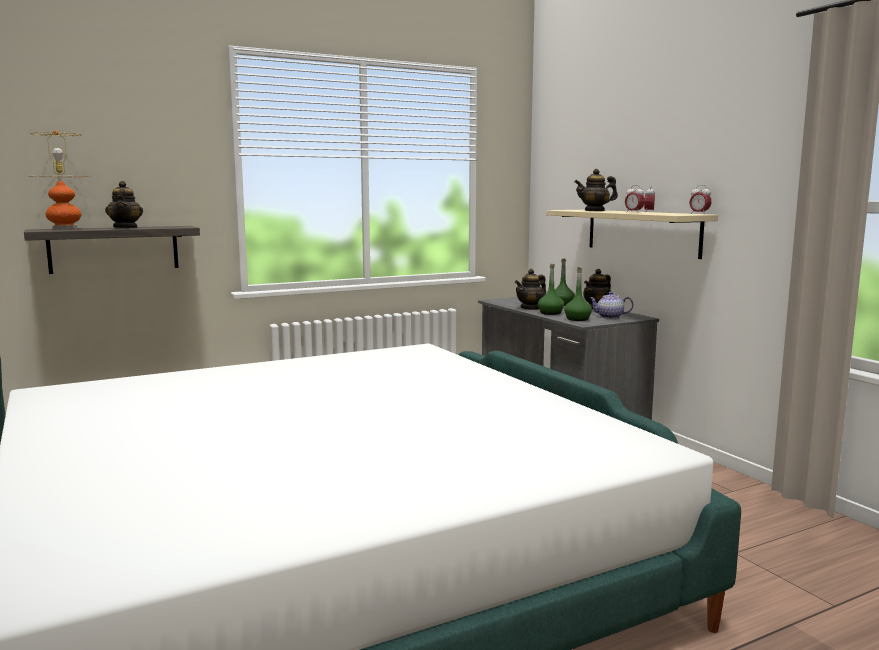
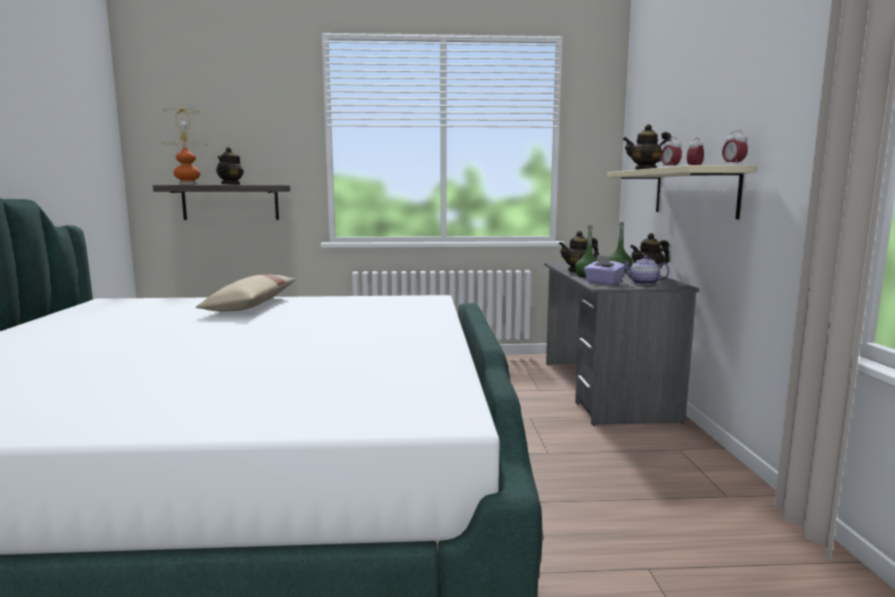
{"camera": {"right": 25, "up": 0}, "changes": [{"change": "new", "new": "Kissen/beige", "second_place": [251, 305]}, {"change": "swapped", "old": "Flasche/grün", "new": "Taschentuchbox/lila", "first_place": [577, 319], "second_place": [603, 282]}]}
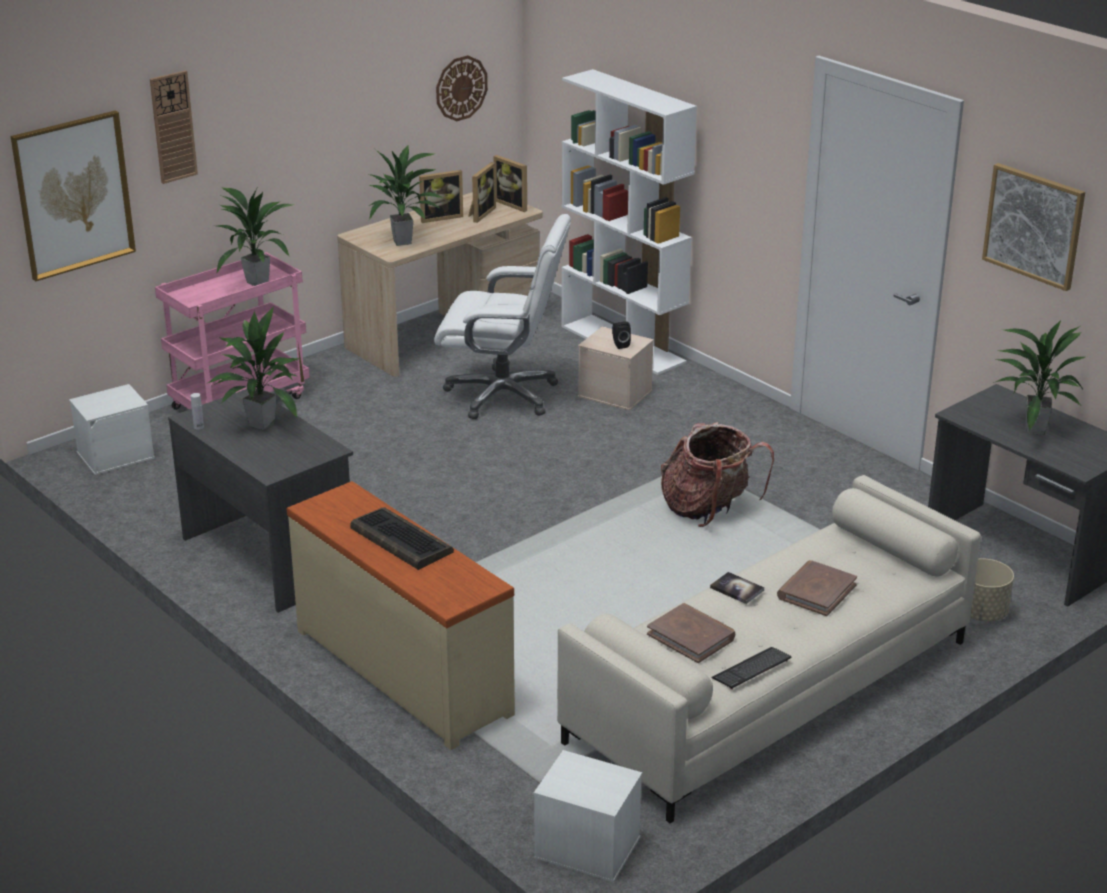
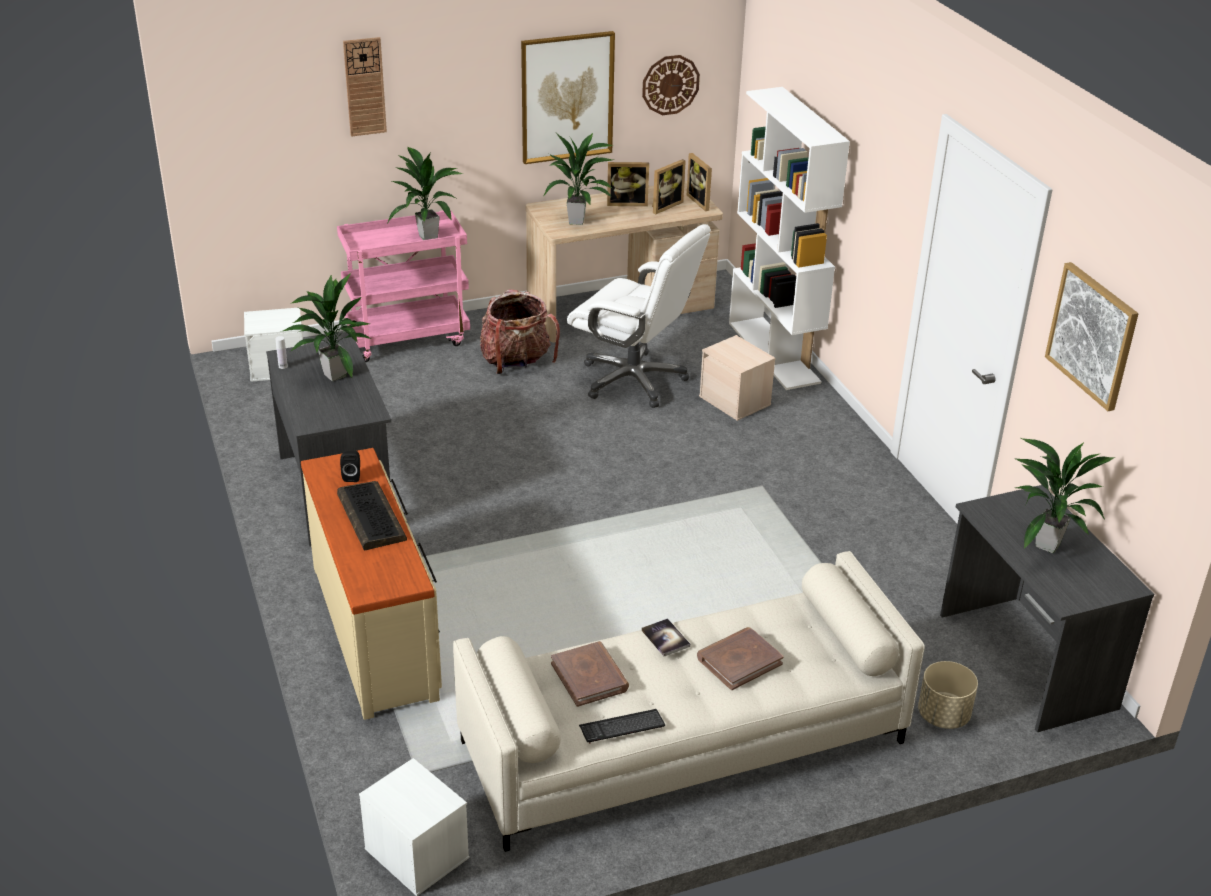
{"camera": {"right": 20, "up": 5}, "changes": [{"change": "shifted", "old": "Bild", "first_place": [73, 195], "second_place": [567, 97]}, {"change": "shifted", "old": "Lautsprecher/schwarz", "first_place": [620, 345], "second_place": [352, 476]}, {"change": "shifted", "old": "Rucksack", "first_place": [708, 510], "second_place": [517, 363]}]}
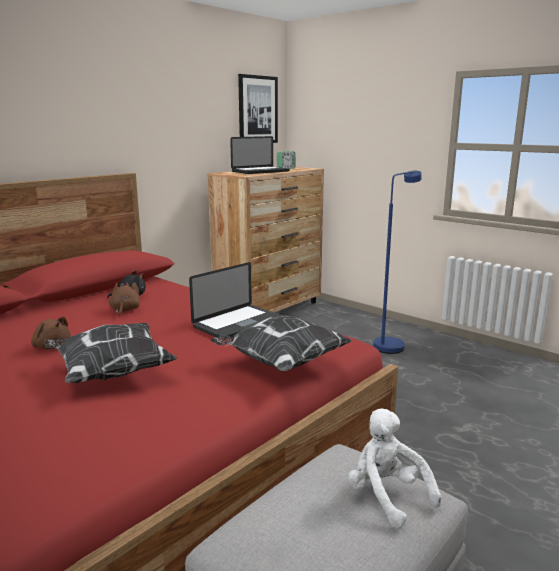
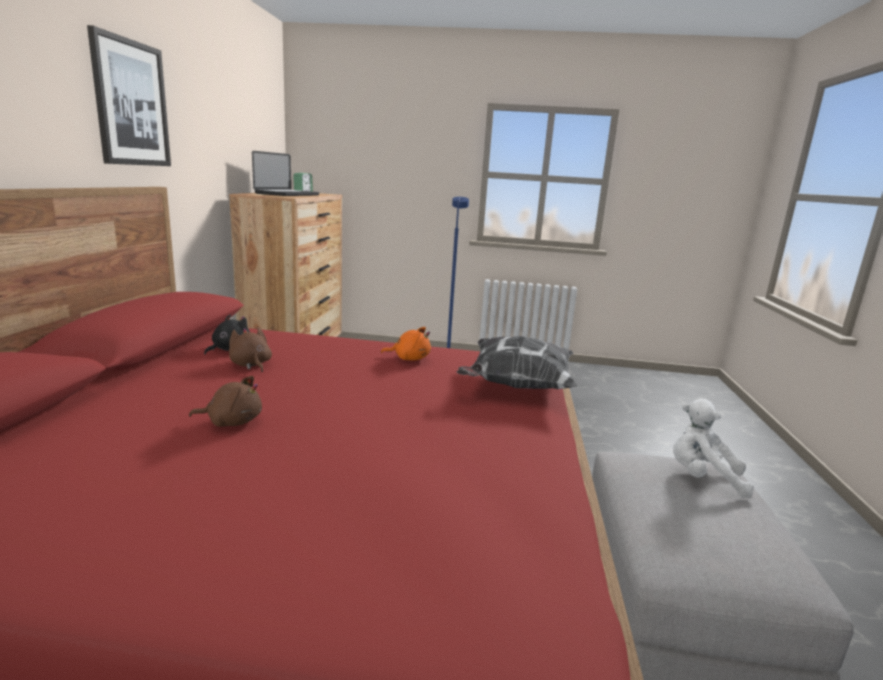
{"camera": {"right": -35, "up": 0}, "changes": [{"change": "gone", "old": "Kissen", "first_place": [111, 373]}, {"change": "shifted", "old": "Bild", "first_place": [257, 110], "second_place": [131, 103]}, {"change": "swapped", "old": "Laptop", "new": "Plüschtier/orange", "first_place": [237, 323], "second_place": [409, 358]}]}
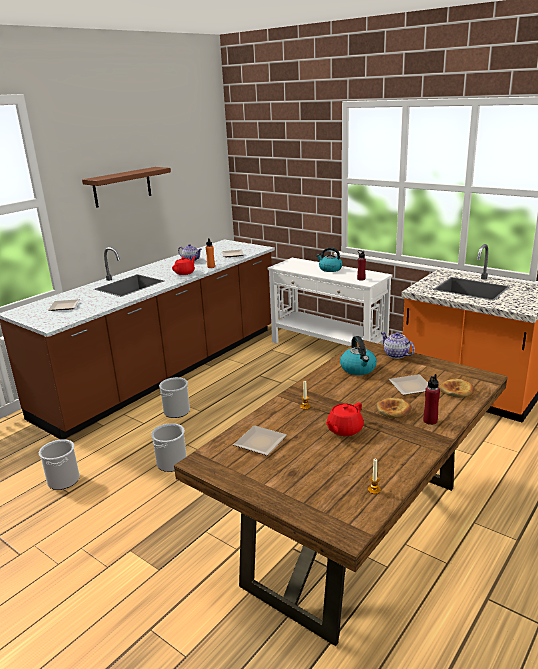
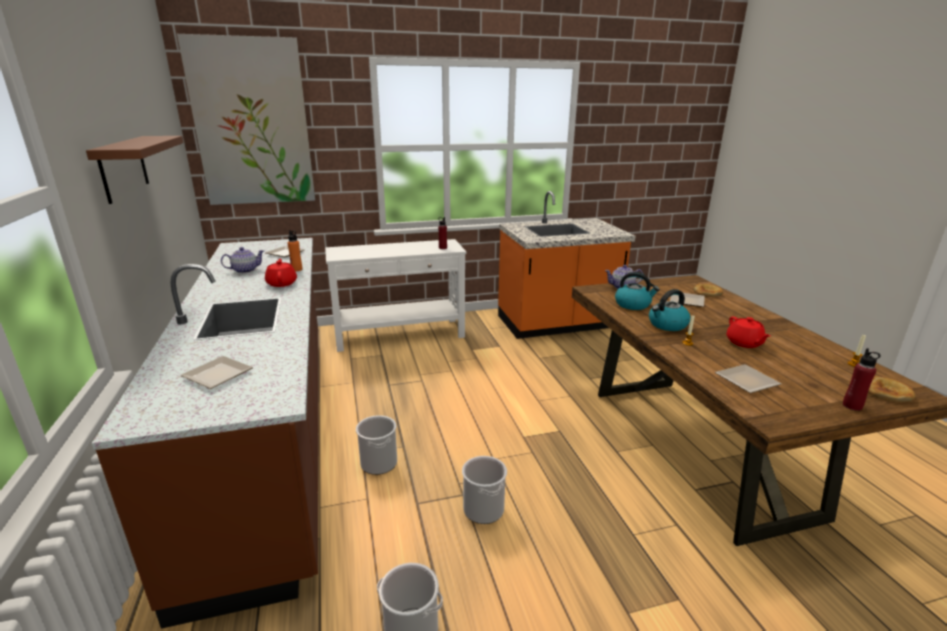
{"camera": {"right": -55, "up": 0}, "changes": [{"change": "new", "new": "Bild", "second_place": [252, 123]}, {"change": "shifted", "old": "Wasserkessel", "first_place": [330, 269], "second_place": [667, 325]}, {"change": "shifted", "old": "Brot", "first_place": [394, 410], "second_place": [887, 392]}, {"change": "shifted", "old": "Flasche/rot", "first_place": [430, 421], "second_place": [852, 406]}]}
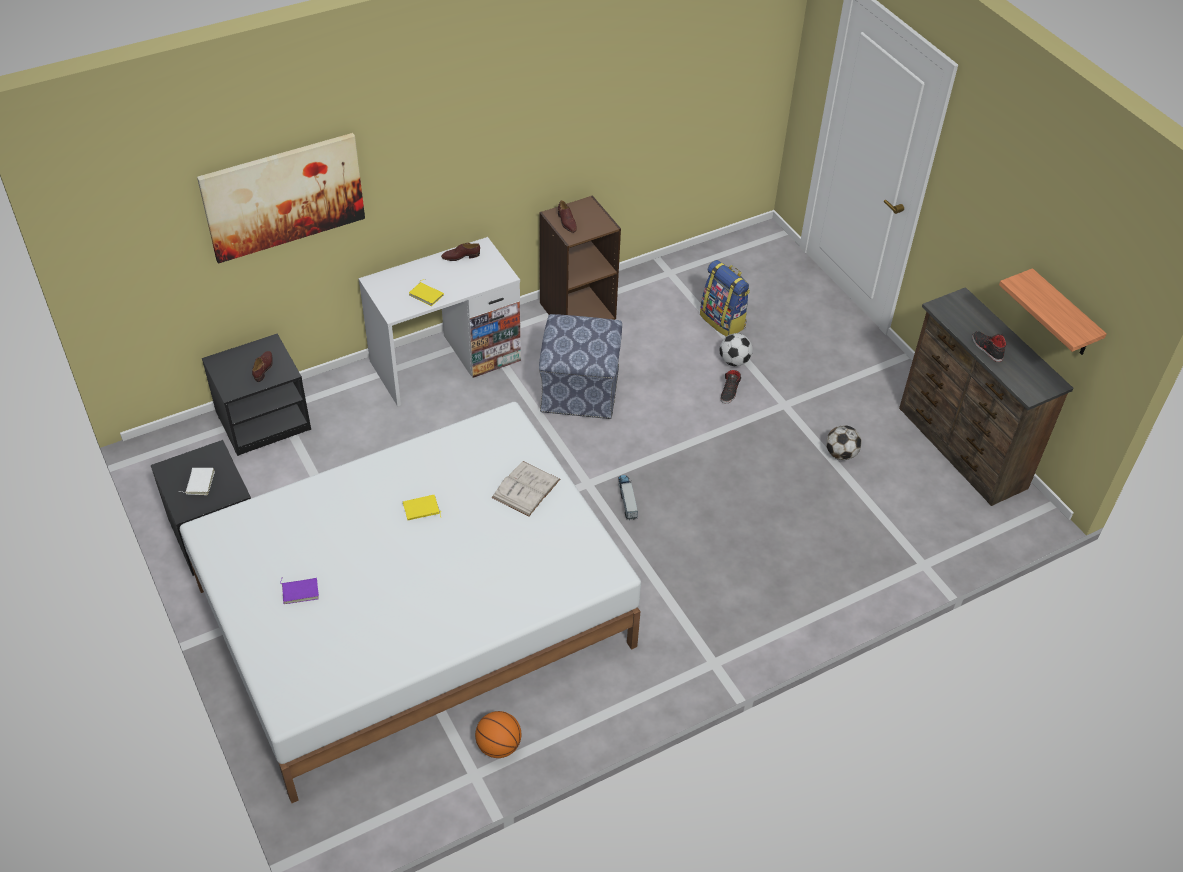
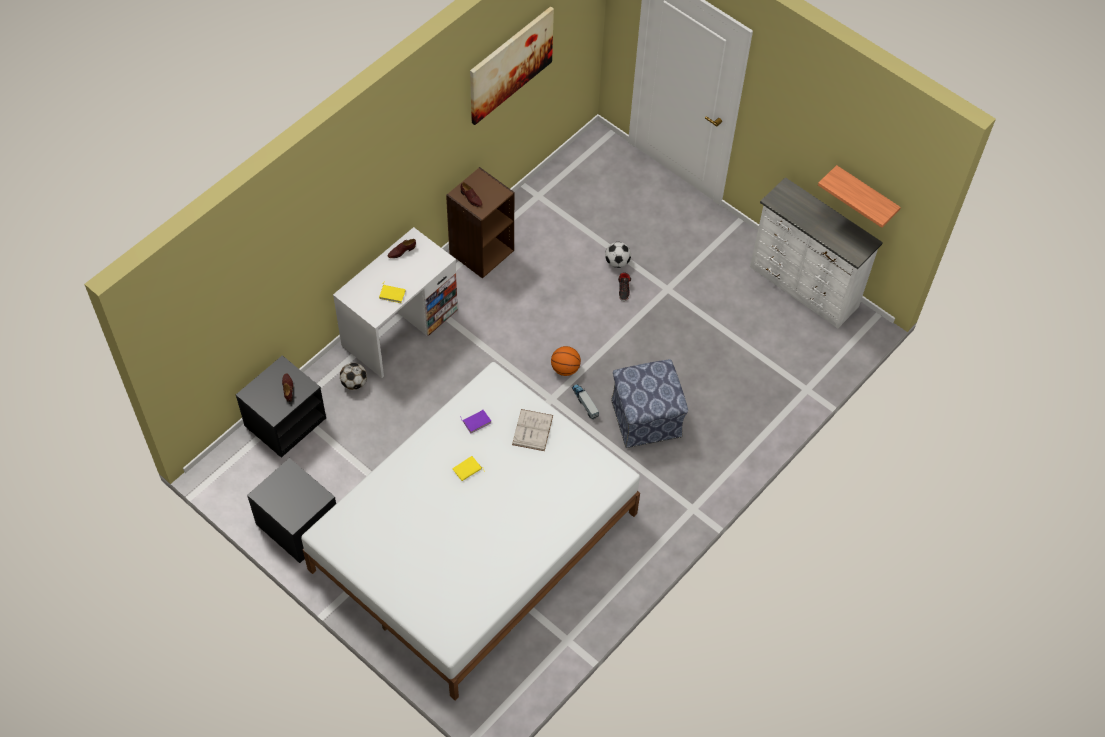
{"camera": {"right": -20, "up": 10}, "changes": [{"change": "gone", "old": "Buch/weiß", "first_place": [199, 482]}, {"change": "gone", "old": "Rucksack", "first_place": [723, 321]}, {"change": "gone", "old": "Schuh/schwarz", "first_place": [986, 348]}, {"change": "shifted", "old": "Bild", "first_place": [283, 196], "second_place": [510, 64]}, {"change": "shifted", "old": "Buch/lila", "first_place": [300, 591], "second_place": [476, 421]}, {"change": "shifted", "old": "Basketball", "first_place": [498, 746], "second_place": [565, 368]}, {"change": "shifted", "old": "Polsterhocker", "first_place": [579, 391], "second_place": [646, 419]}, {"change": "shifted", "old": "Fußball", "first_place": [840, 454], "second_place": [354, 383]}, {"change": "repainted", "old": "Kommode/braun", "new": "Kommode/weiß", "first_place": [960, 449], "second_place": [803, 288]}]}
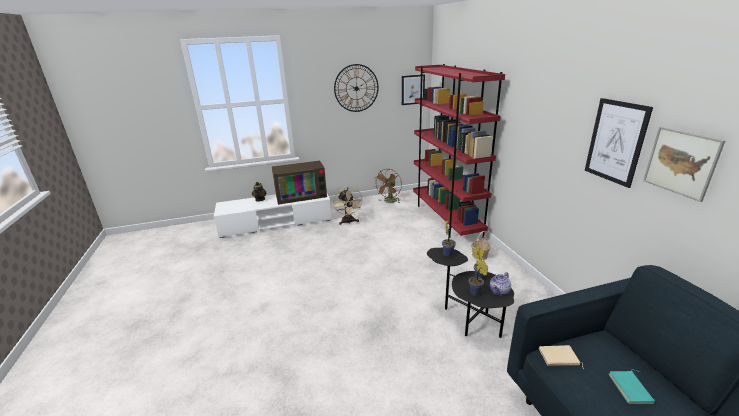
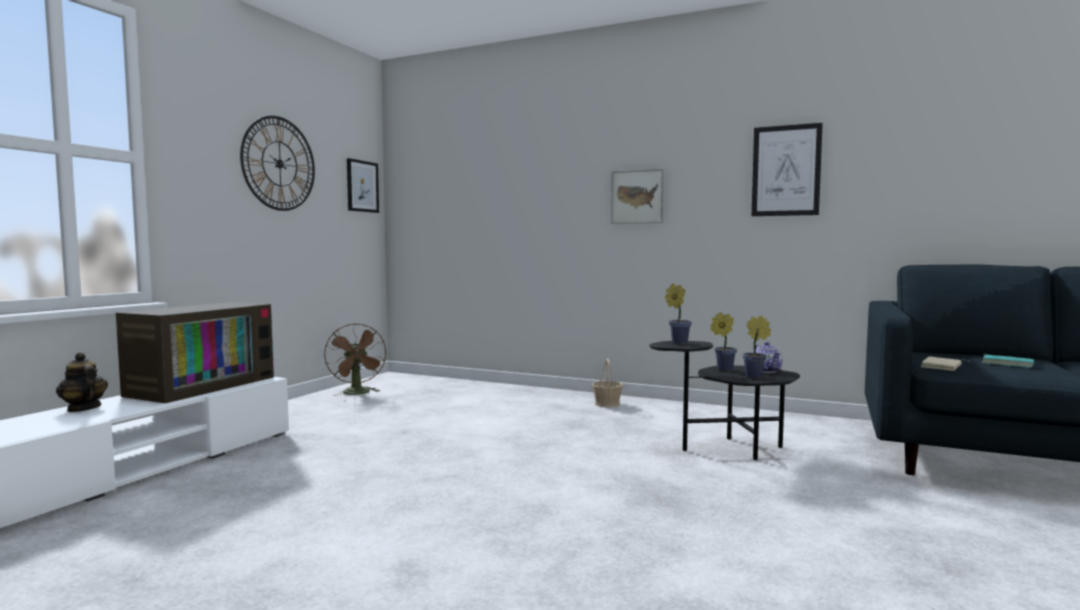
{"camera": {"right": -50, "up": -20}, "changes": [{"change": "gone", "old": "Ventilator/beige", "first_place": [348, 222]}, {"change": "gone", "old": "Bücherregal/rot", "first_place": [445, 218]}, {"change": "shifted", "old": "Bild", "first_place": [681, 162], "second_place": [637, 197]}]}
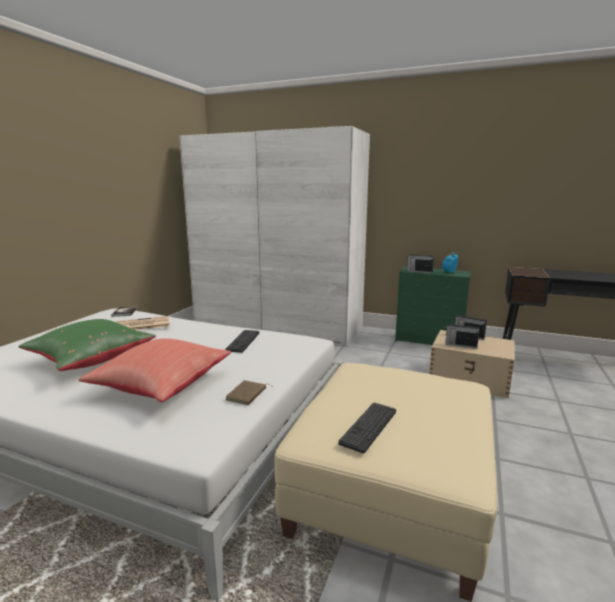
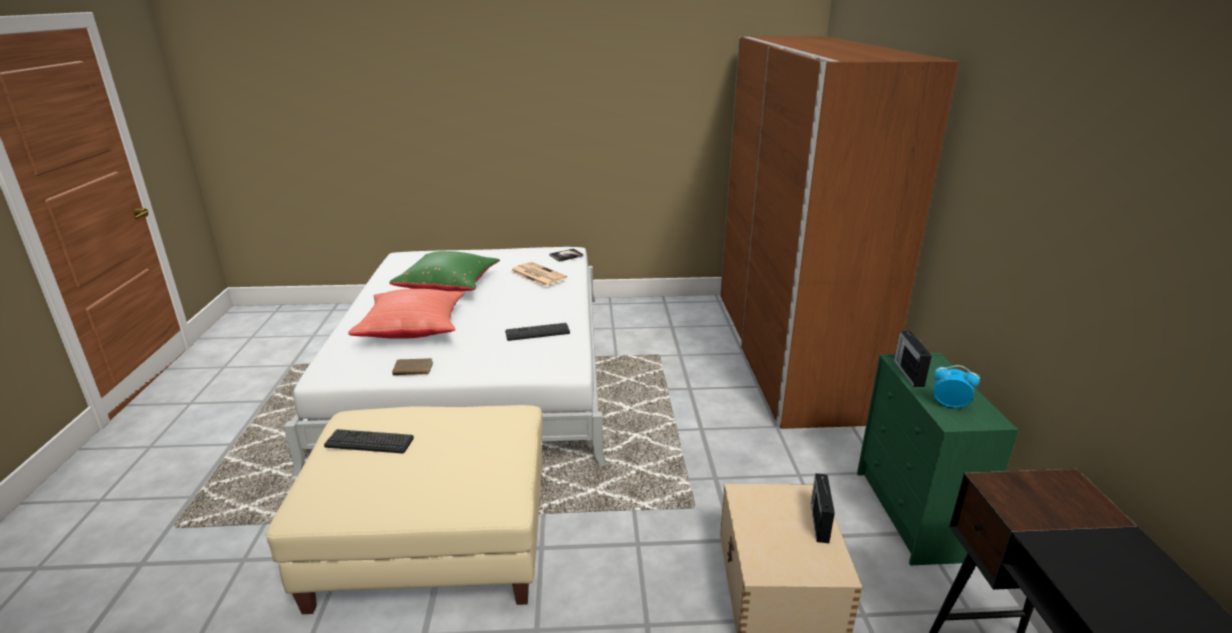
{"camera": {"right": 65, "up": 10}, "changes": [{"change": "gone", "old": "Radio", "first_place": [460, 345]}, {"change": "repainted", "old": "Kleiderschrank/weiß", "new": "Kleiderschrank/braun", "first_place": [277, 325], "second_place": [788, 352]}]}
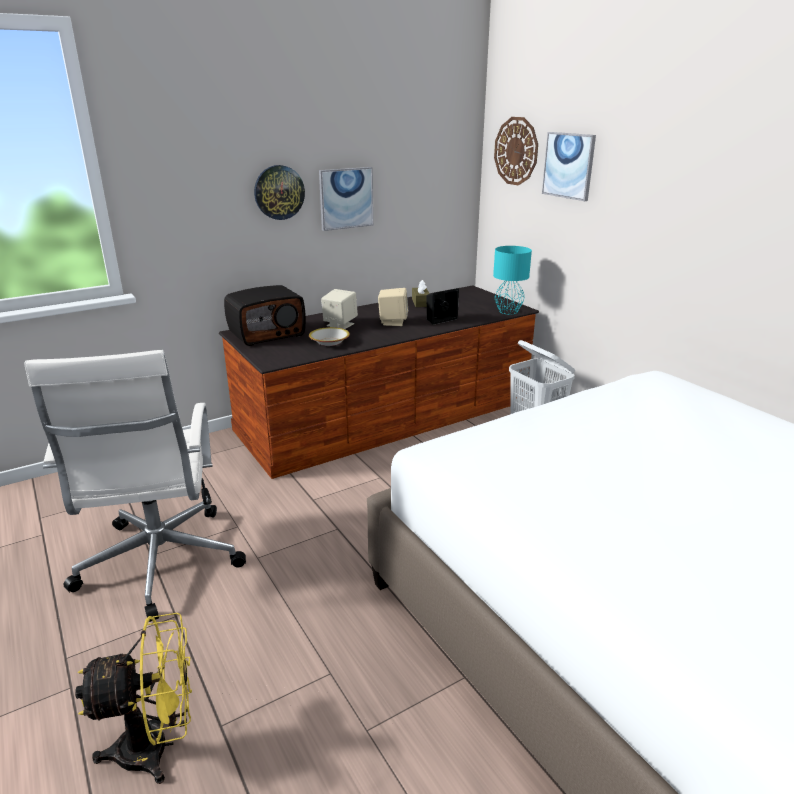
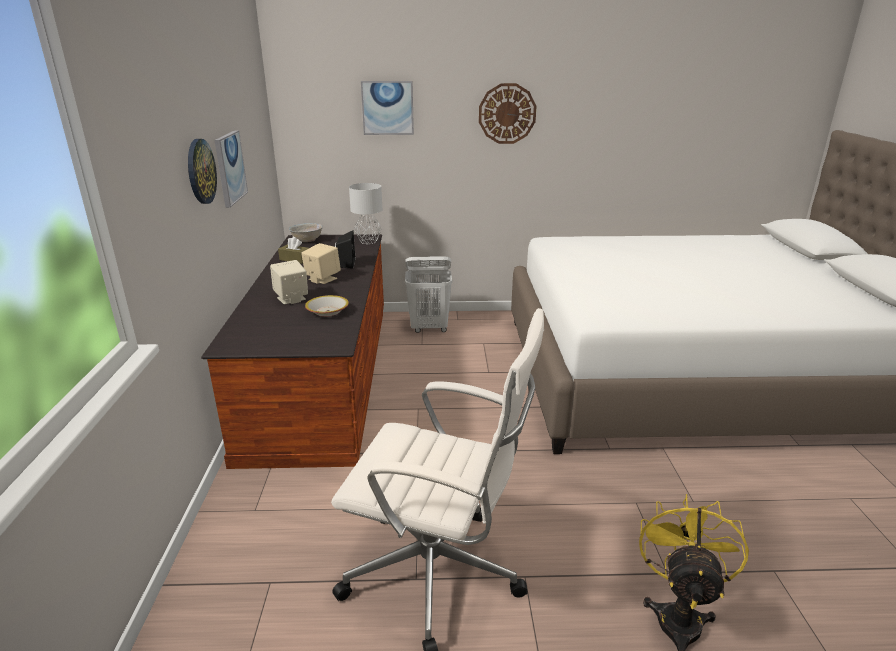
{"camera": {"right": -60, "up": 0}, "changes": [{"change": "gone", "old": "Radio", "first_place": [267, 333]}, {"change": "new", "new": "Schüssel/weiß", "second_place": [307, 240]}, {"change": "shifted", "old": "Wanduhr", "first_place": [516, 151], "second_place": [507, 114]}, {"change": "repainted", "old": "Tischlampe/türkis", "new": "Tischlampe/grau", "first_place": [508, 311], "second_place": [369, 241]}]}
